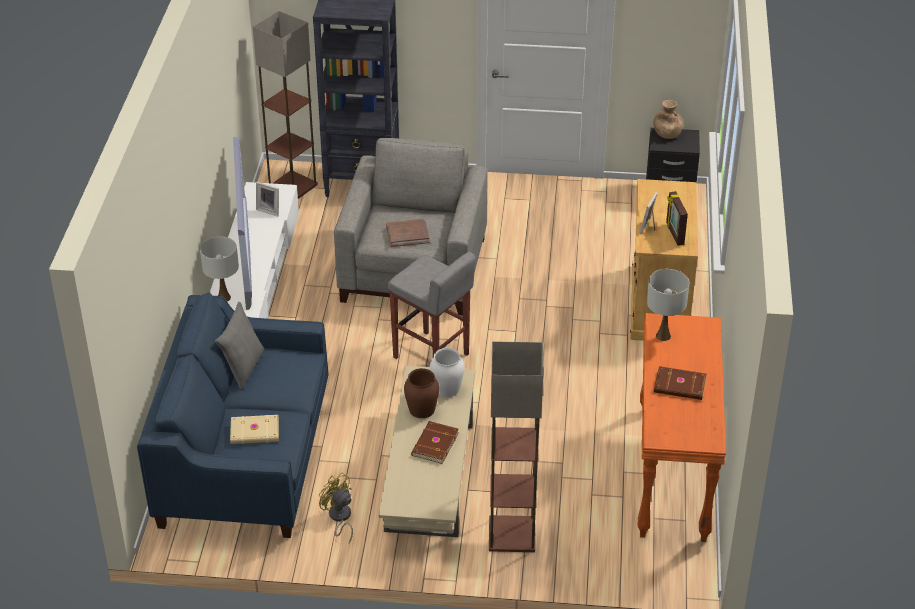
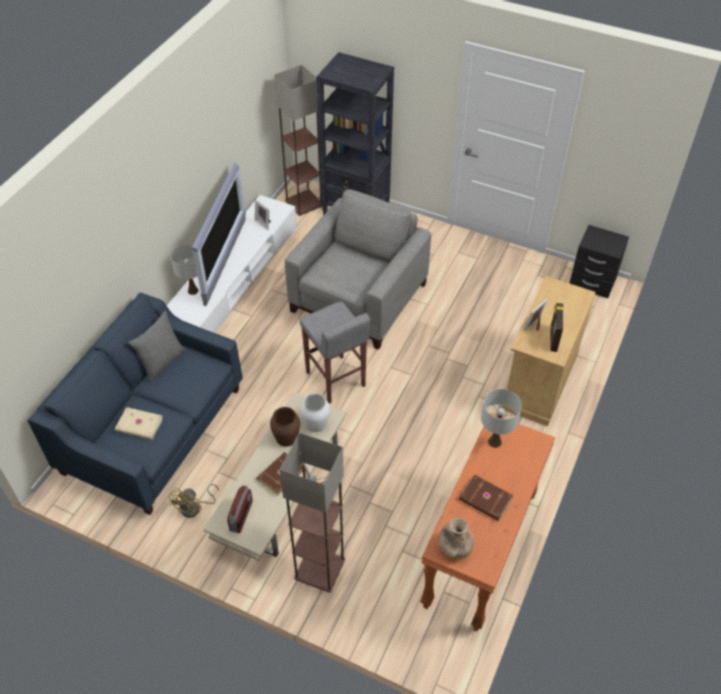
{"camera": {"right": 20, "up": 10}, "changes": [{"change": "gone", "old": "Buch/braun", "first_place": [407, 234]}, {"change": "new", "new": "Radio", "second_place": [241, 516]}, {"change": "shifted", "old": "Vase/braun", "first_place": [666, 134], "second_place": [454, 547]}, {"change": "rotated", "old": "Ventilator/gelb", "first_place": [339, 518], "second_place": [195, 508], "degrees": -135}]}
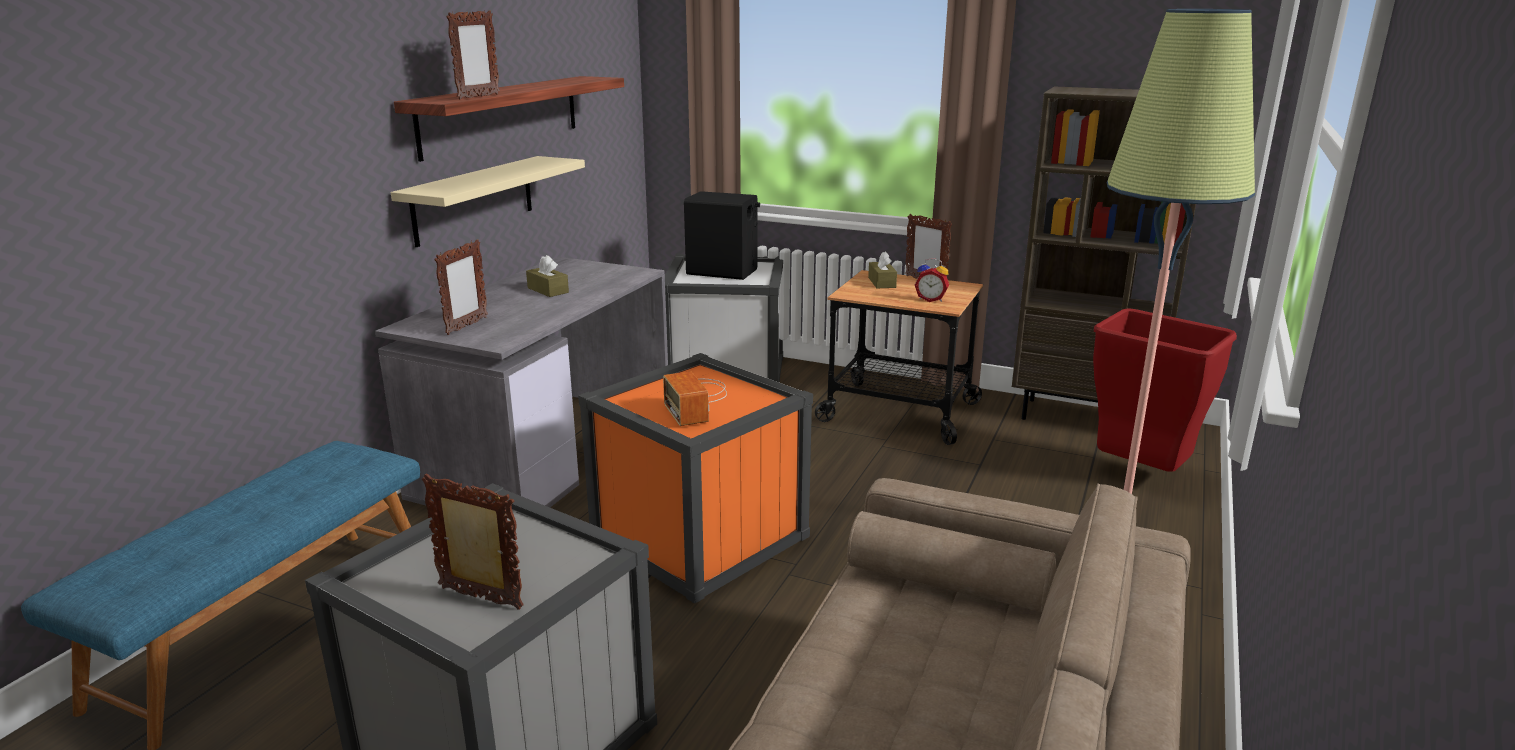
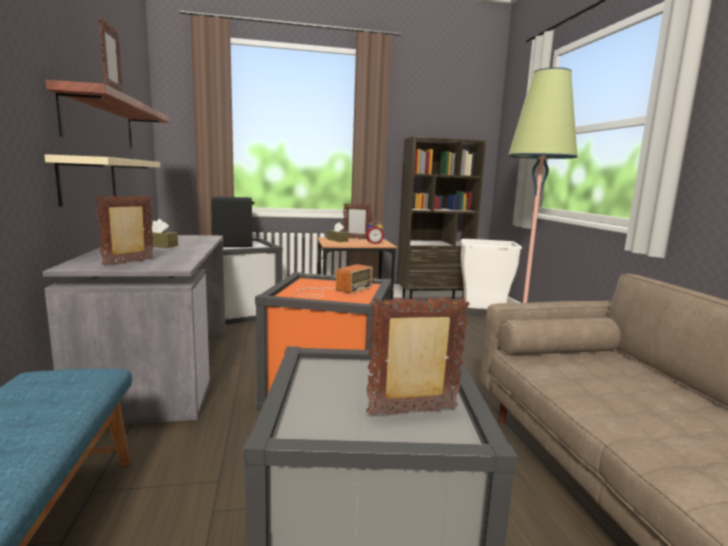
{"camera": {"right": -35, "up": -10}, "changes": [{"change": "repainted", "old": "Mülleimer/rot", "new": "Mülleimer/weiß", "first_place": [1141, 475], "second_place": [483, 317]}, {"change": "rotated", "old": "Bilderrahmen", "first_place": [466, 326], "second_place": [129, 262], "degrees": -135}, {"change": "rotated", "old": "Radio", "first_place": [697, 400], "second_place": [331, 291], "degrees": -90}]}
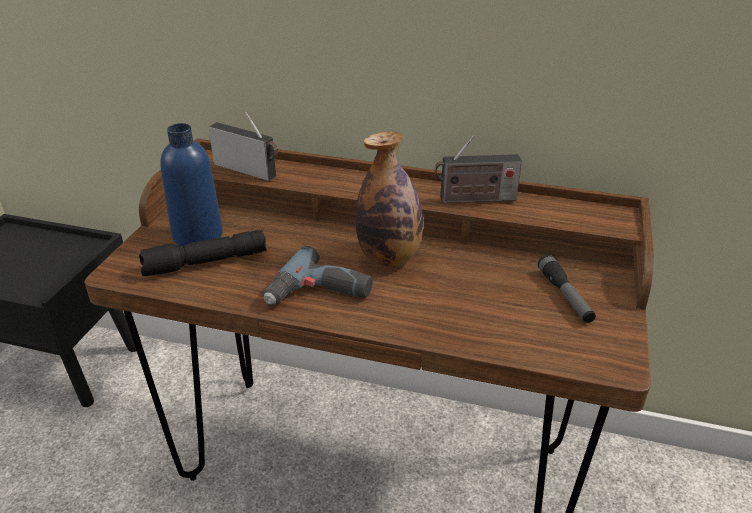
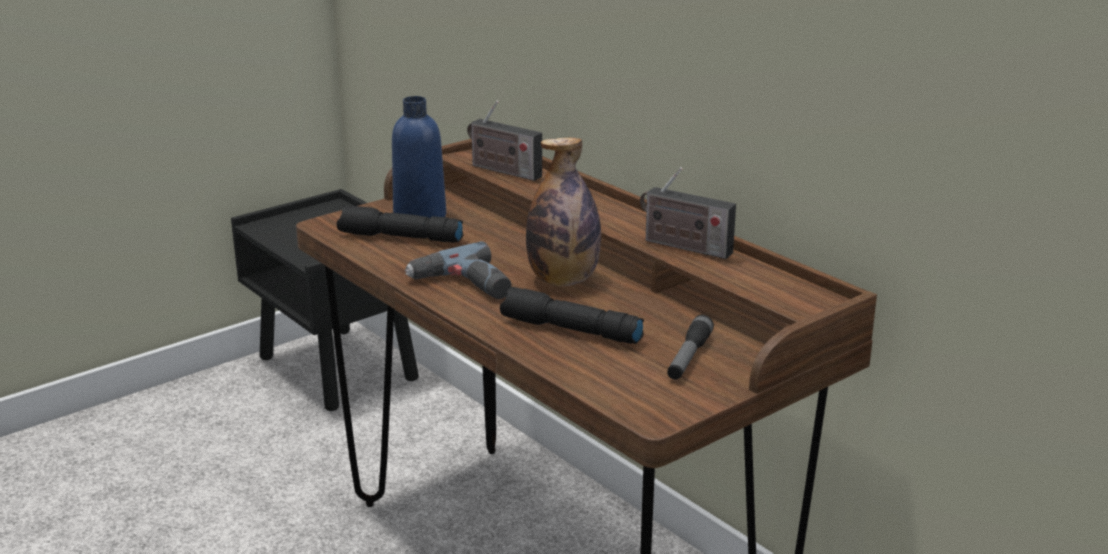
{"camera": {"right": 35, "up": -10}, "changes": [{"change": "new", "new": "Taschenlampe/schwarz", "second_place": [569, 330]}, {"change": "rotated", "old": "Radio", "first_place": [248, 170], "second_place": [502, 170], "degrees": 150}]}
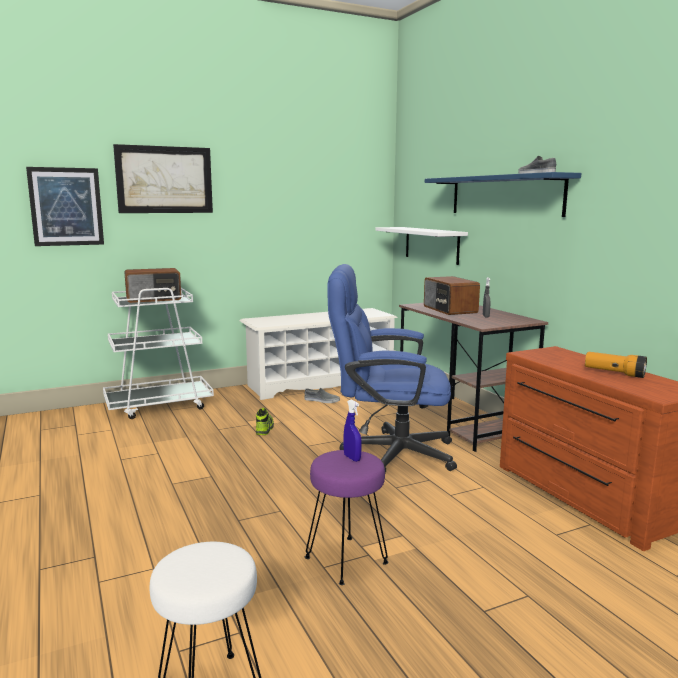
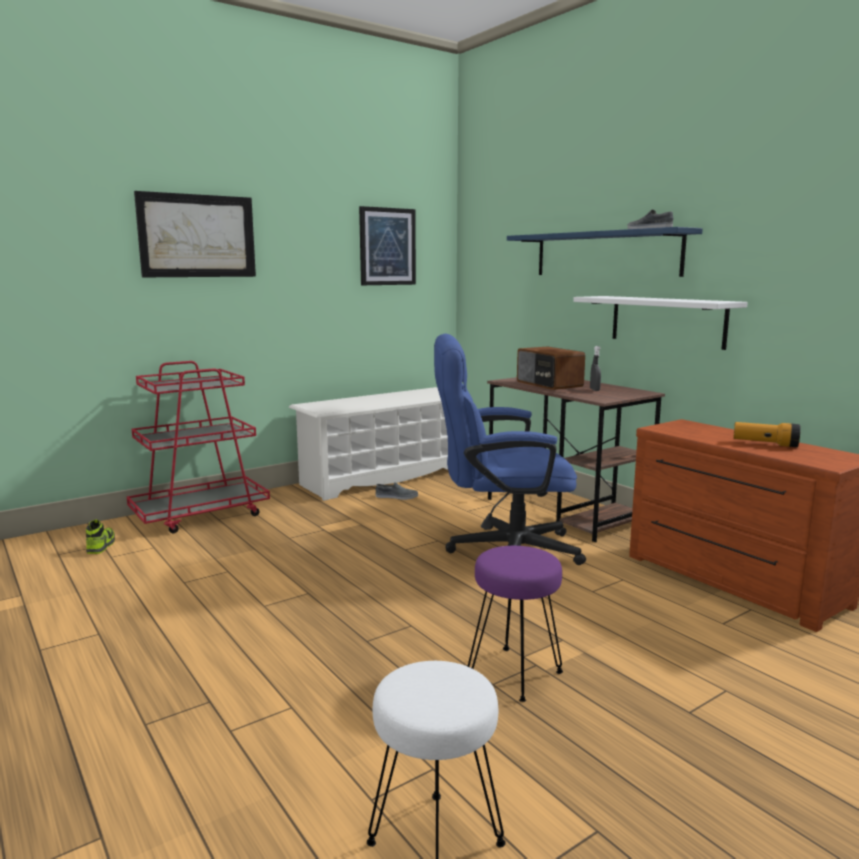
{"camera": {"right": -10, "up": 0}, "changes": [{"change": "gone", "old": "Radio", "first_place": [154, 299]}, {"change": "gone", "old": "Sprühflasche/blau", "first_place": [352, 458]}, {"change": "shifted", "old": "Bild", "first_place": [66, 206], "second_place": [387, 246]}, {"change": "shifted", "old": "Schuh", "first_place": [264, 429], "second_place": [101, 546]}, {"change": "shifted", "old": "Wandregal/weiß", "first_place": [431, 244], "second_place": [667, 321]}, {"change": "repainted", "old": "Rollwagen/weiß", "new": "Rollwagen/rot", "first_place": [159, 405], "second_place": [201, 515]}]}
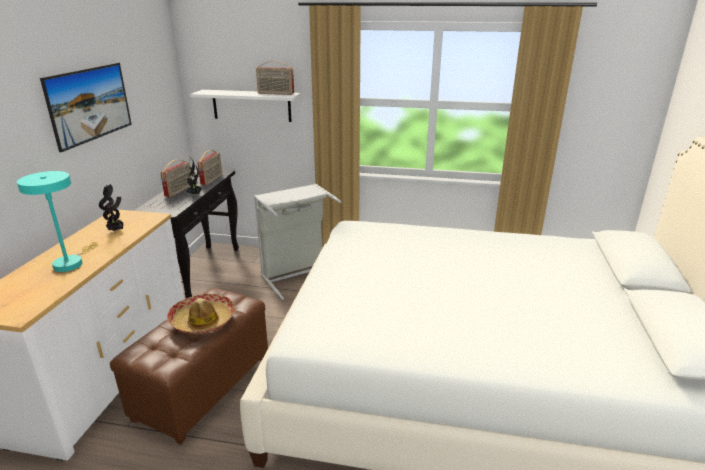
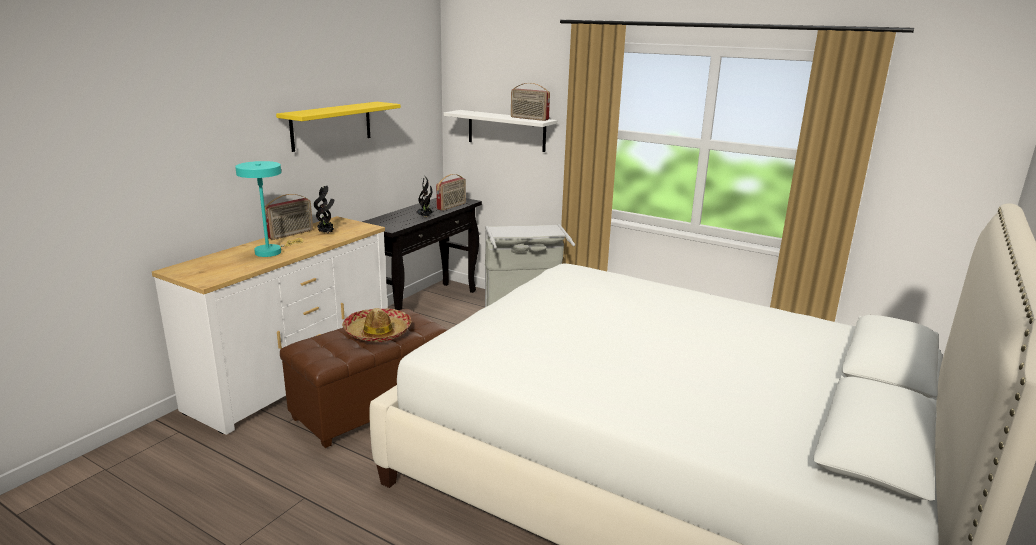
{"camera": {"right": 20, "up": -5}, "changes": [{"change": "shifted", "old": "Radio", "first_place": [179, 191], "second_place": [290, 234]}, {"change": "swapped", "old": "Bild", "new": "Wandregal/gelb", "first_place": [94, 120], "second_place": [331, 125]}]}
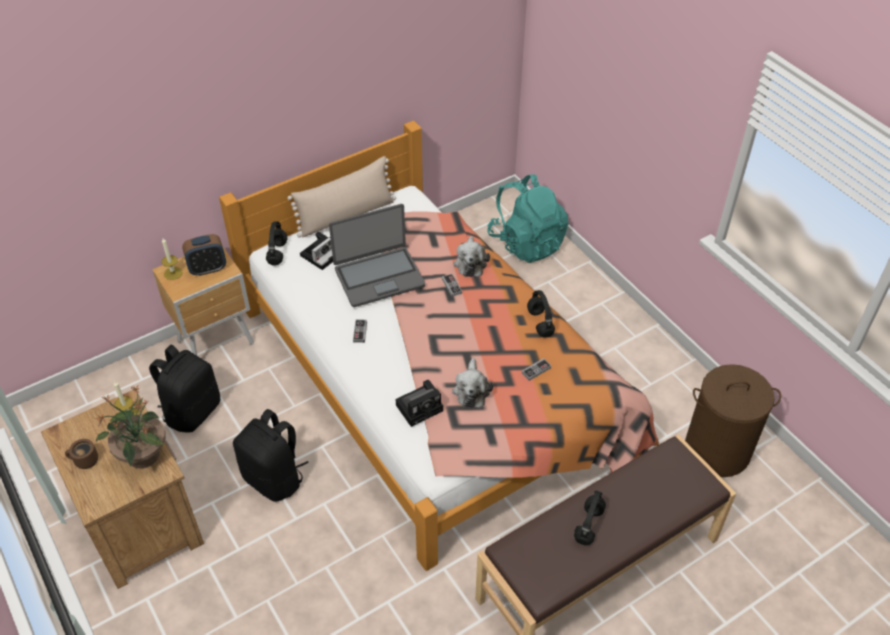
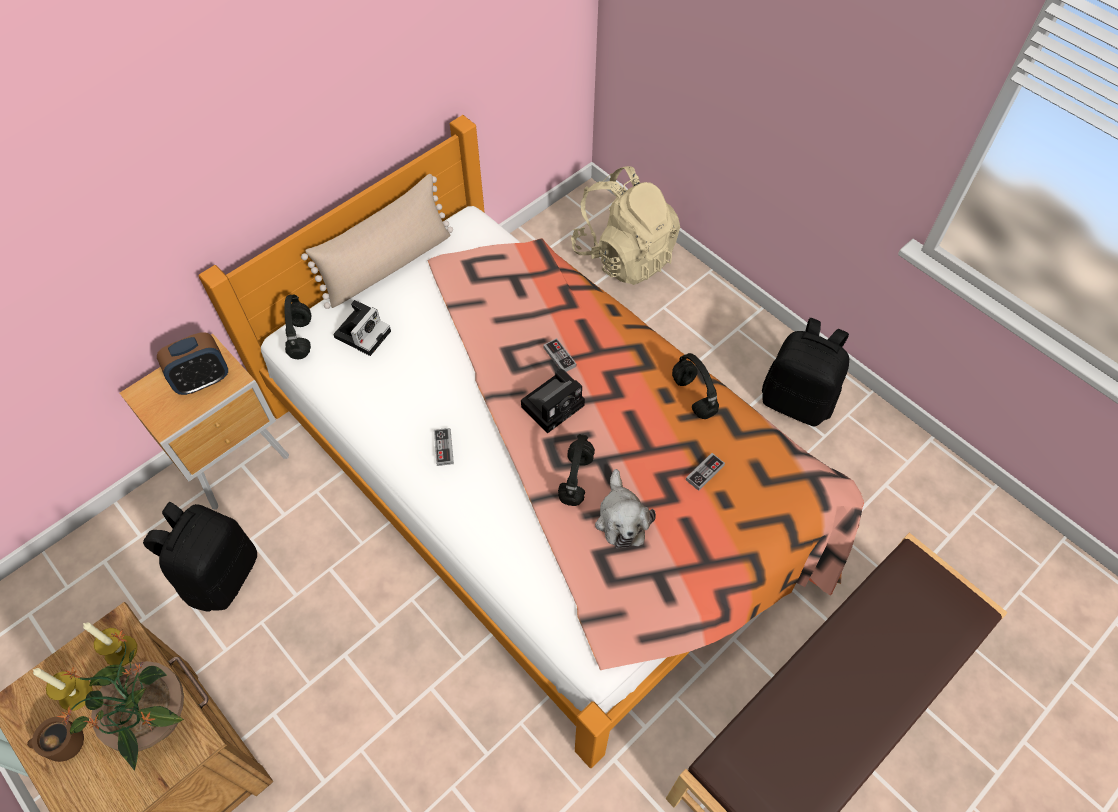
{"camera": {"right": -10, "up": 10}, "changes": [{"change": "gone", "old": "Laptop", "first_place": [379, 276]}, {"change": "gone", "old": "Plüschtier", "first_place": [470, 263]}, {"change": "gone", "old": "Wäschekorb/braun", "first_place": [717, 450]}, {"change": "shifted", "old": "Kerze", "first_place": [173, 273], "second_place": [75, 694]}, {"change": "shifted", "old": "Rucksack/schwarz", "first_place": [275, 478], "second_place": [797, 400]}, {"change": "shifted", "old": "Kamera", "first_place": [421, 407], "second_place": [554, 404]}, {"change": "shifted", "old": "Kopfhörer/schwarz", "first_place": [588, 524], "second_place": [575, 478]}, {"change": "repainted", "old": "Rucksack/türkis", "new": "Rucksack/beige", "first_place": [526, 242], "second_place": [624, 255]}]}
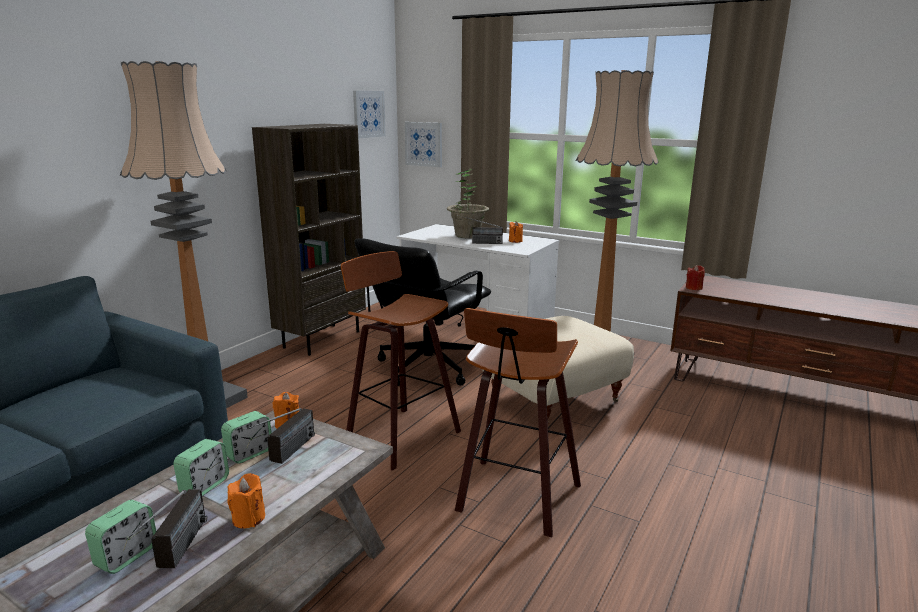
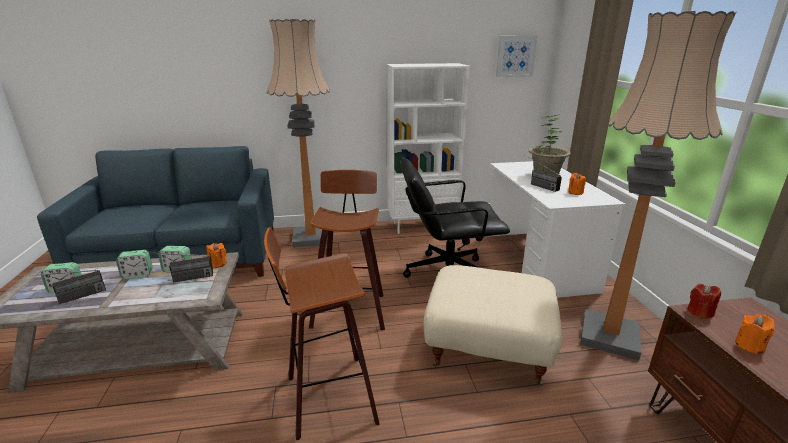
{"camera": {"right": 50, "up": 5}, "changes": [{"change": "gone", "old": "Bild", "first_place": [424, 144]}, {"change": "shifted", "old": "Kerze/orange", "first_place": [248, 518], "second_place": [749, 345]}, {"change": "repainted", "old": "Bücherregal/braun", "new": "Bücherregal/weiß", "first_place": [321, 339], "second_place": [422, 226]}]}
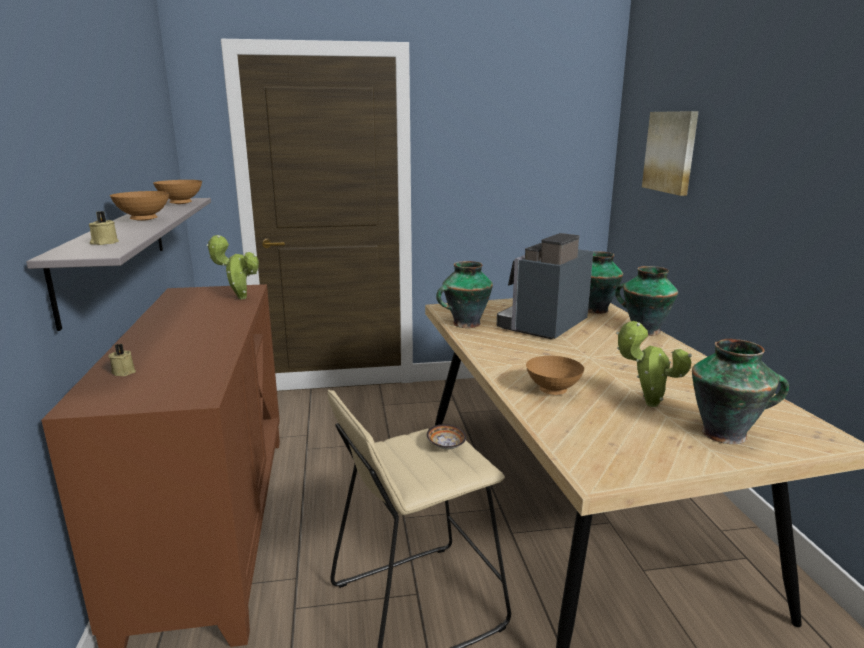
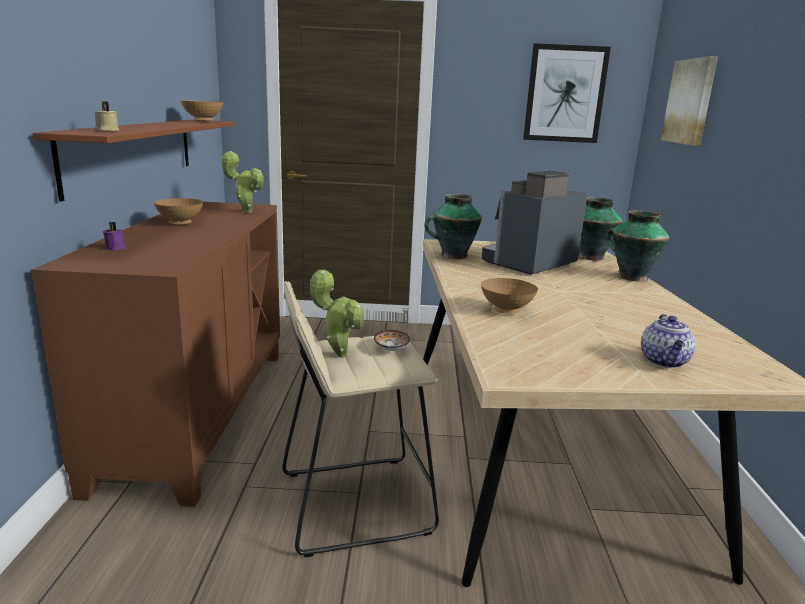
{"camera": {"right": 10, "up": 0}, "changes": [{"change": "new", "new": "Bild", "second_place": [565, 94]}, {"change": "shifted", "old": "Schüssel/braun", "first_place": [143, 220], "second_place": [180, 223]}, {"change": "shifted", "old": "Topfpflanze", "first_place": [647, 404], "second_place": [338, 354]}, {"change": "swapped", "old": "Vase", "new": "Teekanne", "first_place": [726, 434], "second_place": [665, 362]}, {"change": "repainted", "old": "Wandregal/grau", "new": "Wandregal/braun", "first_place": [116, 251], "second_place": [134, 152]}, {"change": "repainted", "old": "Kerze/beige", "new": "Kerze/lila", "first_place": [124, 372], "second_place": [116, 248]}]}
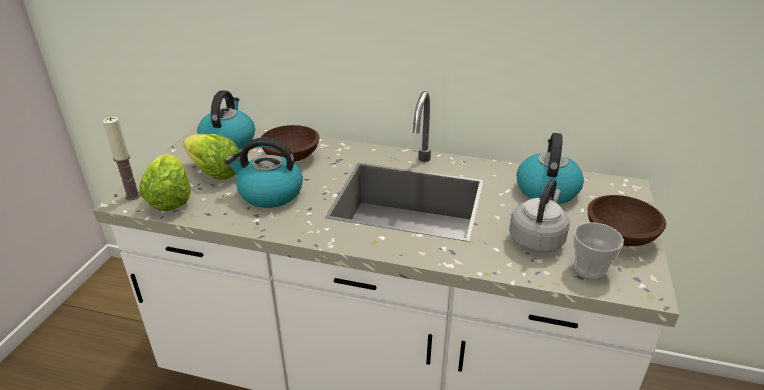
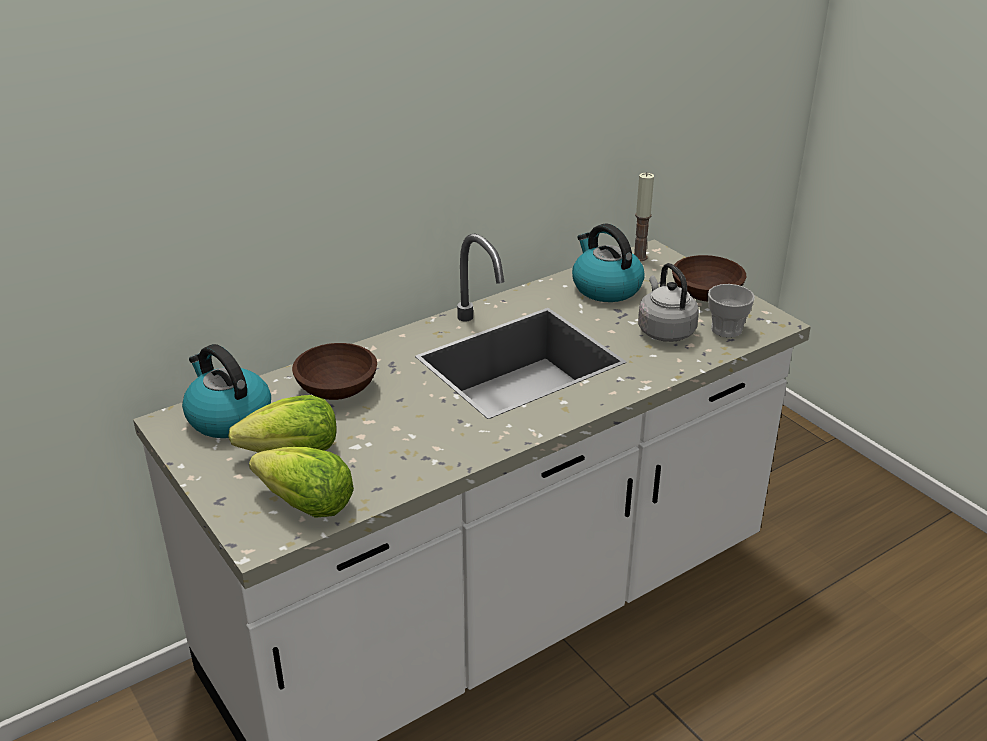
{"camera": {"right": -50, "up": 0}, "changes": [{"change": "gone", "old": "Wasserkessel", "first_place": [269, 193]}, {"change": "shifted", "old": "Kerze", "first_place": [133, 196], "second_place": [639, 257]}]}
